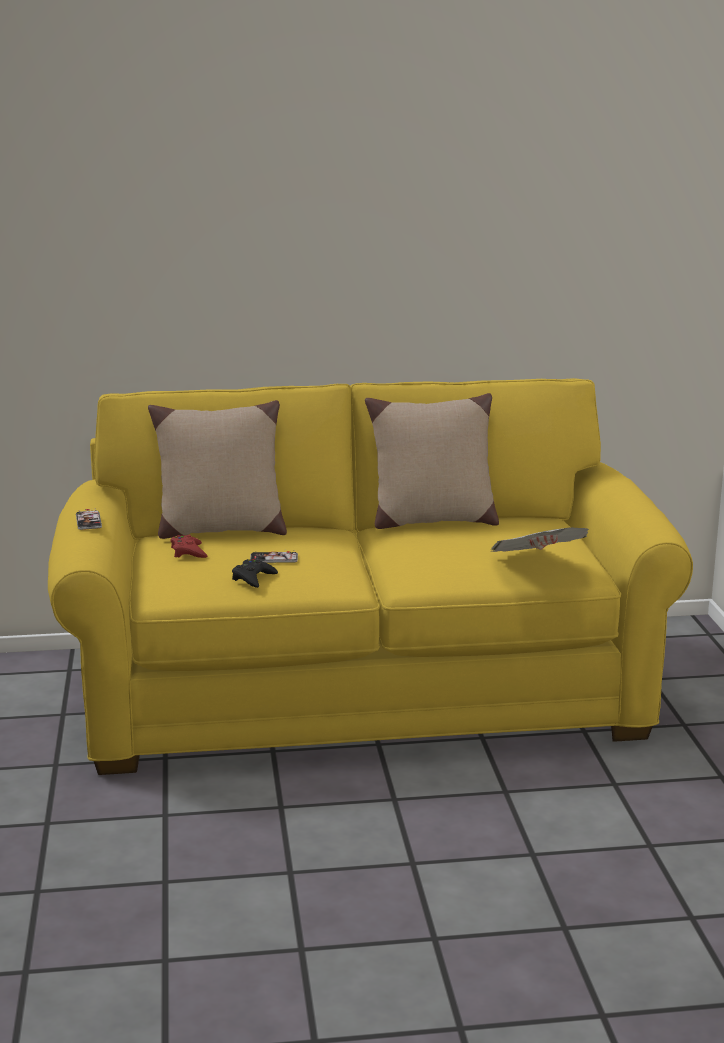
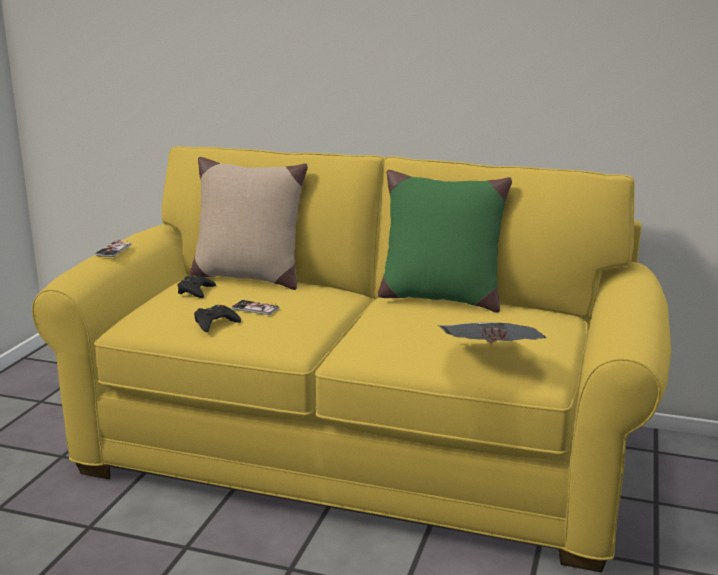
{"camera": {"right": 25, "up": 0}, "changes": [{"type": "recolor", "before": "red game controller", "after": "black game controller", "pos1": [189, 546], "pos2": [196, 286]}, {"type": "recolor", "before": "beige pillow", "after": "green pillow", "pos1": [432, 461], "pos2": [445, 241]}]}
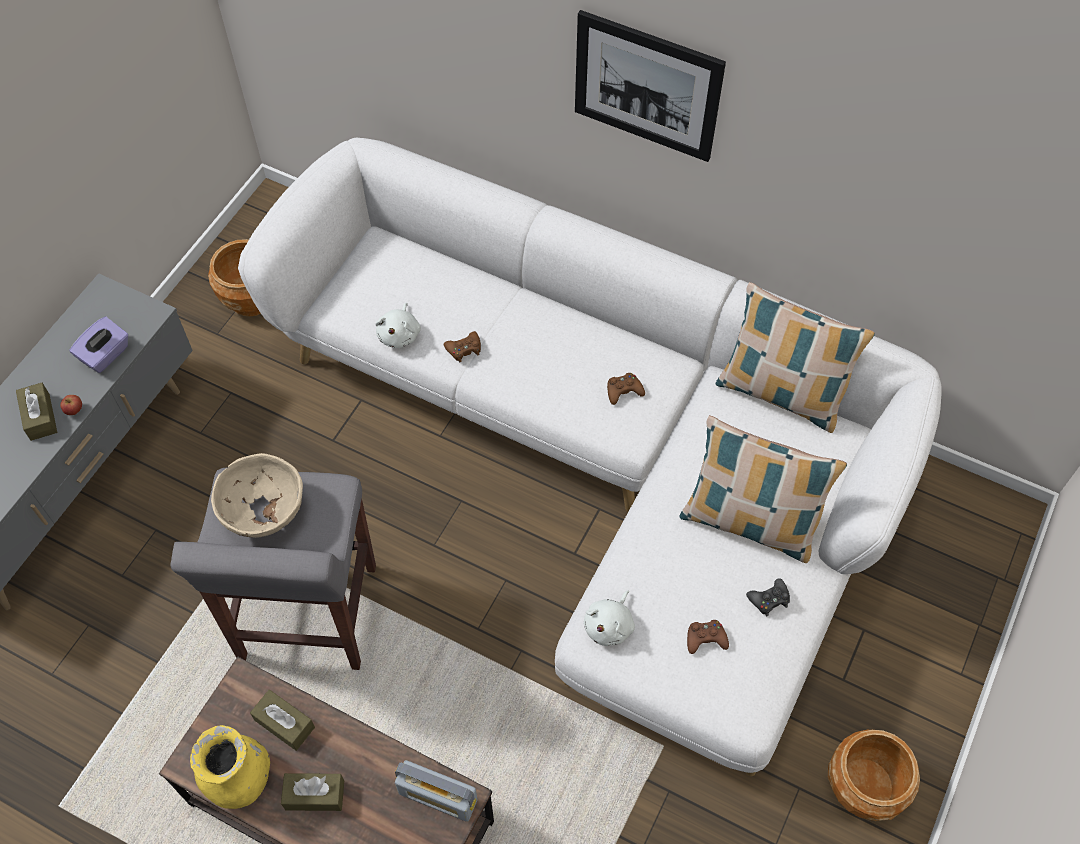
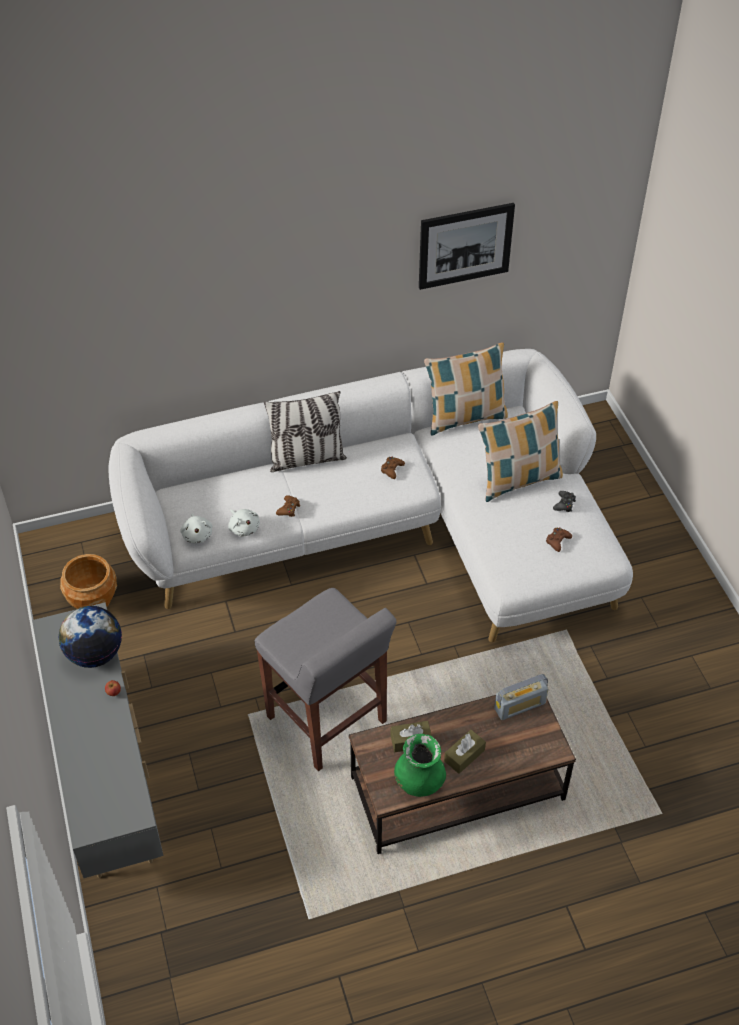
{"camera": {"right": -45, "up": -10}, "changes": [{"type": "replace", "before": "purple tissue box", "after": "globe", "pos1": [99, 344], "pos2": [90, 637]}, {"type": "move", "before": "white plush toy", "pos1": [609, 618], "pos2": [196, 528]}, {"type": "insert", "after": "pillow", "pos2": [305, 431]}, {"type": "recolor", "before": "yellow vase", "after": "green vase", "pos1": [230, 767], "pos2": [420, 765]}, {"type": "move", "before": "picture", "pos1": [650, 86], "pos2": [467, 246]}, {"type": "delete", "before": "brown tissue box", "pos1": [36, 412]}, {"type": "delete", "before": "beige bowl", "pos1": [257, 495]}, {"type": "delete", "before": "brown planter", "pos1": [874, 775]}]}
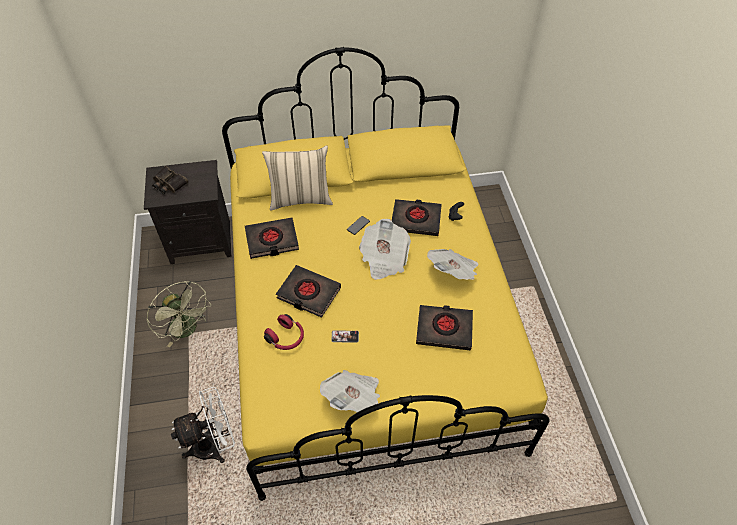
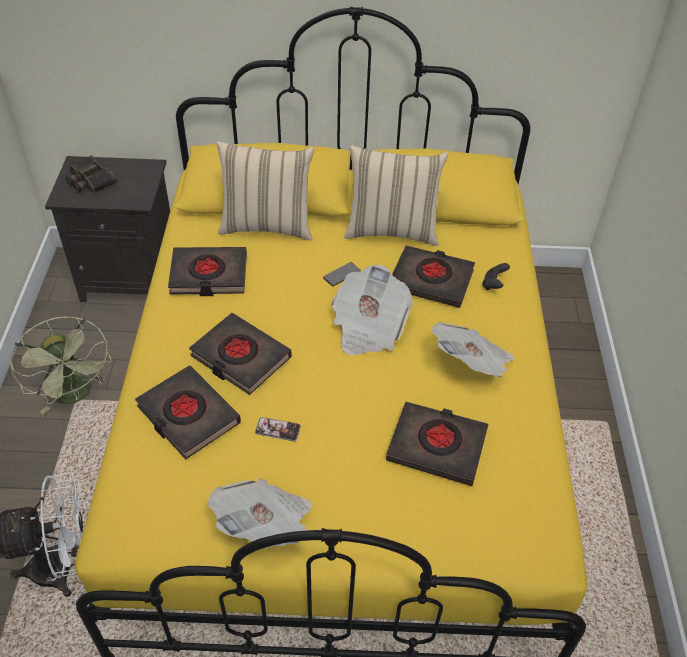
{"camera": {"right": 10, "up": -5}, "changes": [{"type": "replace", "before": "red headphones", "after": "black book", "pos1": [284, 332], "pos2": [188, 412]}, {"type": "insert", "after": "beige pillow", "pos2": [396, 196]}]}
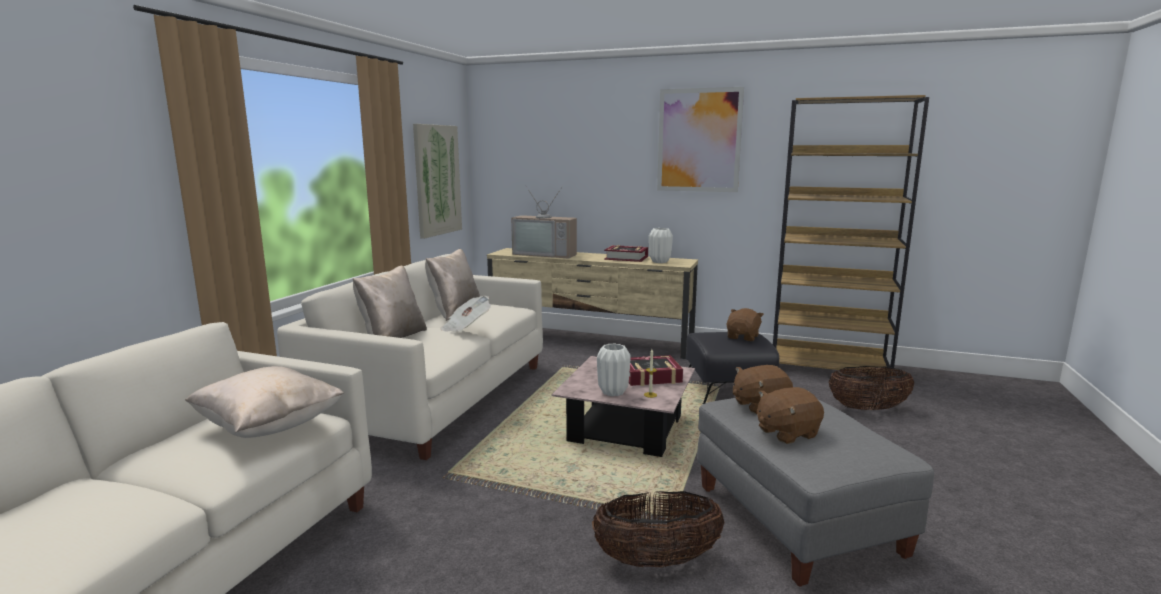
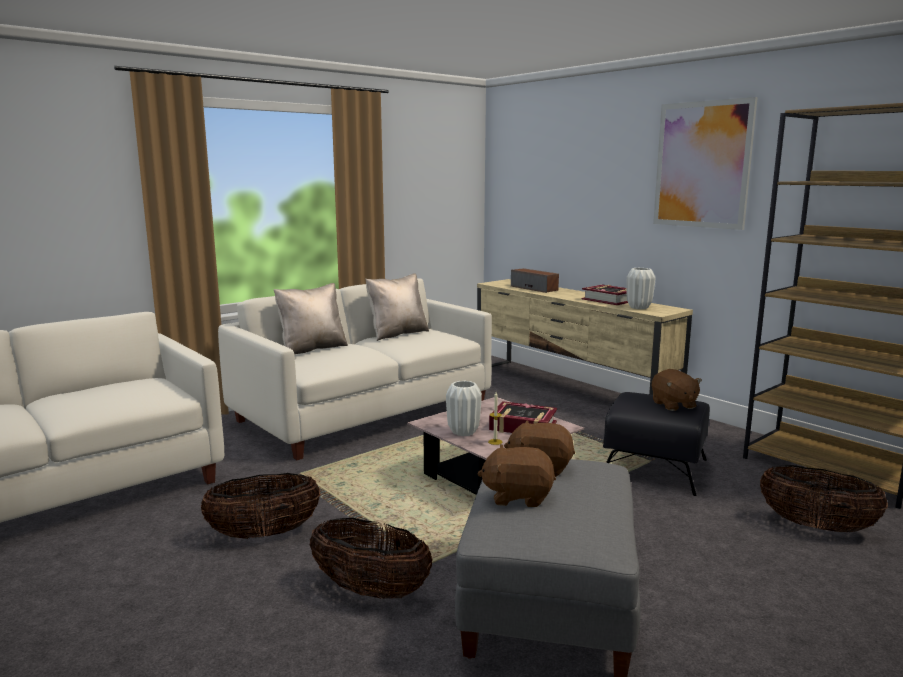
{"camera": {"right": 30, "up": 0}, "changes": [{"type": "insert", "after": "basket", "pos2": [260, 506]}, {"type": "replace", "before": "television", "after": "speaker", "pos1": [544, 221], "pos2": [535, 280]}, {"type": "rotate", "before": "brown plush toy", "pos1": [745, 324], "pos2": [677, 390], "turn": 105}, {"type": "delete", "before": "beige pillow", "pos1": [265, 402]}, {"type": "delete", "before": "picture", "pos1": [437, 181]}, {"type": "delete", "before": "newspaper", "pos1": [465, 314]}]}
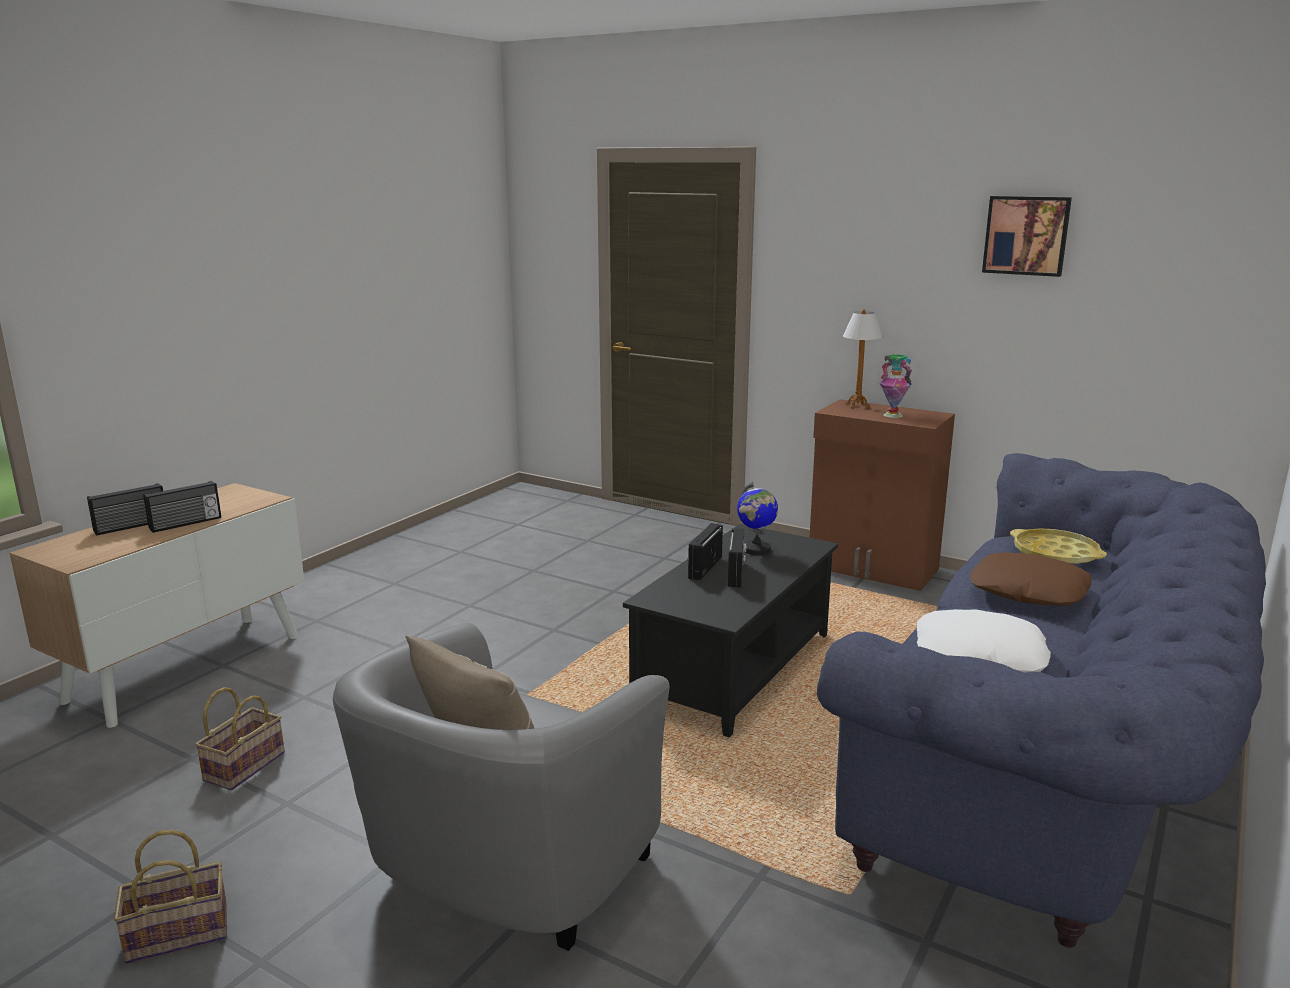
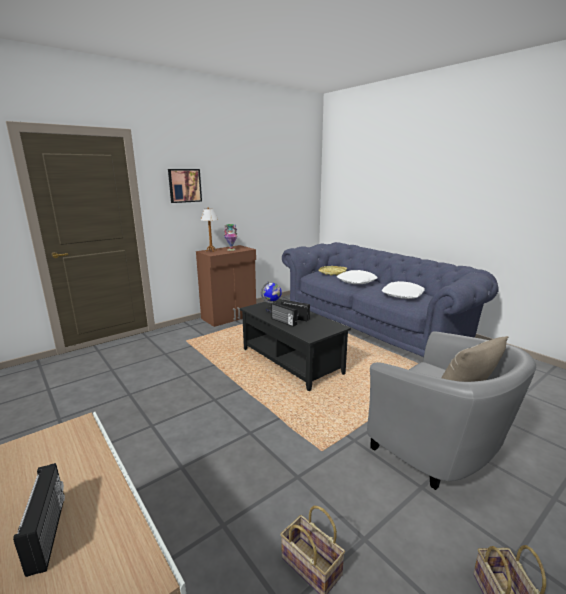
{"camera": {"right": -70, "up": 0}, "changes": [{"type": "move", "before": "picture", "pos1": [1027, 236], "pos2": [185, 186]}, {"type": "recolor", "before": "brown pillow", "after": "white pillow", "pos1": [1031, 579], "pos2": [357, 277]}, {"type": "delete", "before": "radio", "pos1": [182, 507]}]}
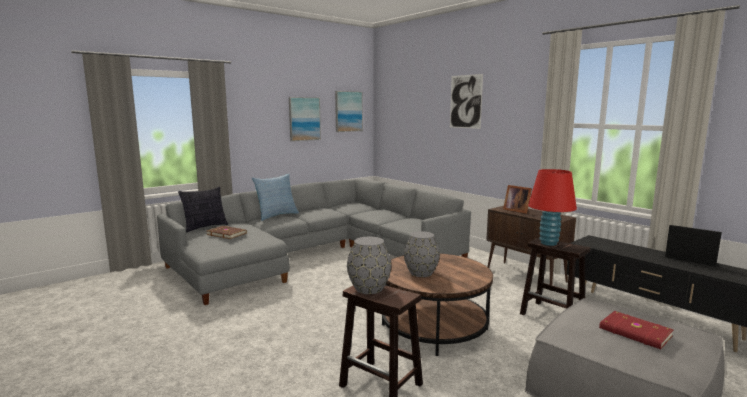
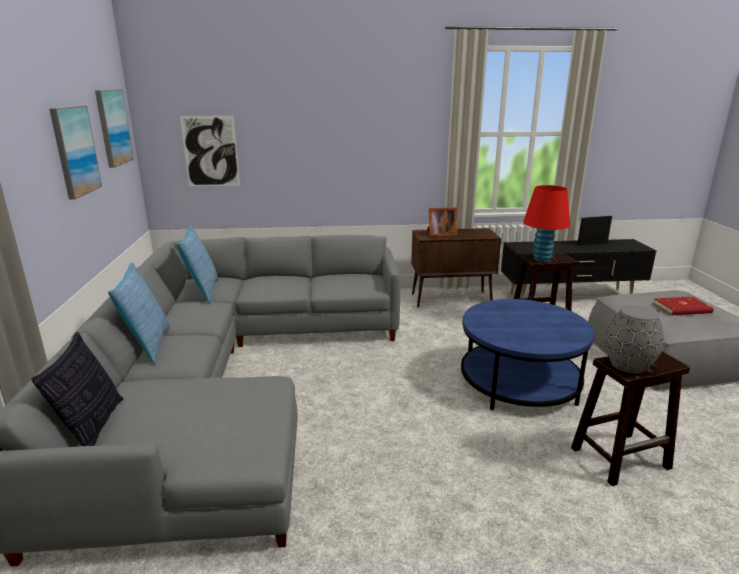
{"camera": {"right": -55, "up": 10}, "changes": [{"type": "insert", "after": "pillow", "pos2": [198, 264]}, {"type": "move", "before": "picture", "pos1": [466, 101], "pos2": [210, 151]}, {"type": "recolor", "before": "brown coffee table", "after": "blue coffee table", "pos1": [437, 304], "pos2": [528, 354]}, {"type": "delete", "before": "brown book", "pos1": [226, 232]}, {"type": "delete", "before": "grey vase", "pos1": [422, 254]}]}
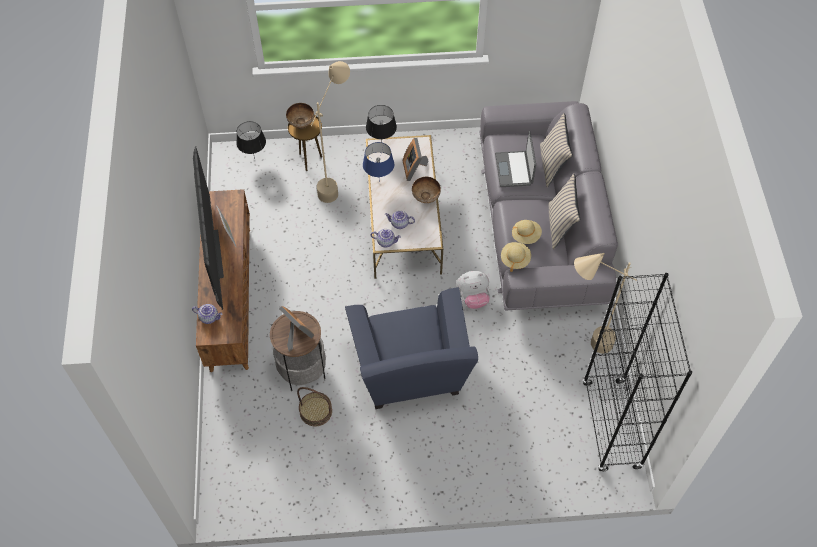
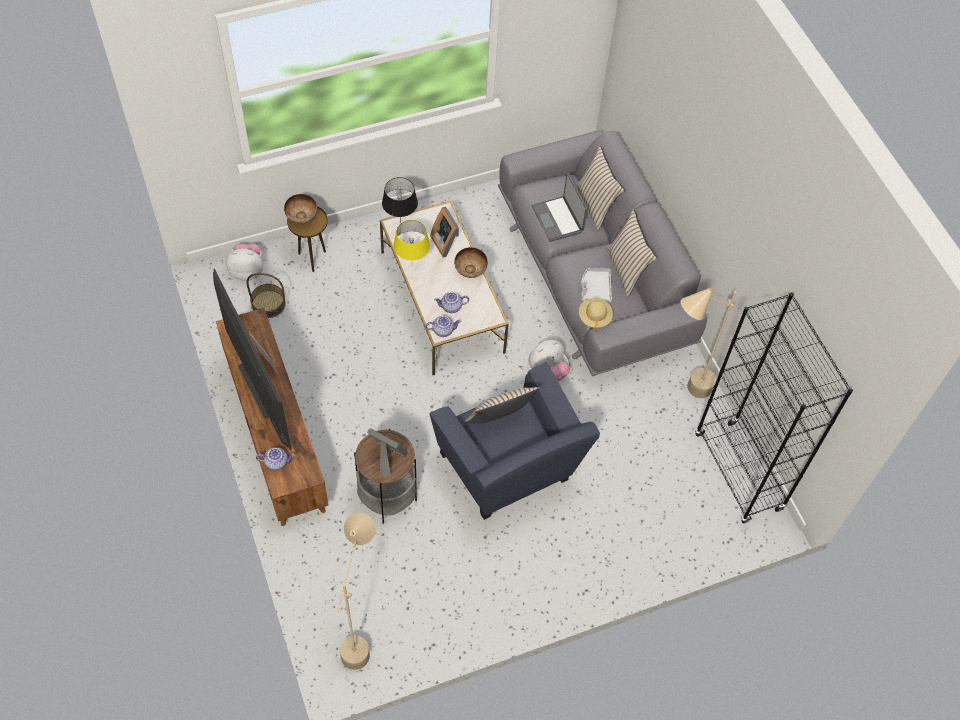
{"camera": {"right": -20, "up": 0}, "changes": [{"type": "replace", "before": "black table lamp", "after": "plush toy", "pos1": [251, 140], "pos2": [244, 262]}, {"type": "move", "before": "basket", "pos1": [314, 406], "pos2": [266, 295]}, {"type": "move", "before": "beige floor lamp", "pos1": [330, 132], "pos2": [356, 591]}, {"type": "recolor", "before": "blue table lamp", "after": "yellow table lamp", "pos1": [378, 159], "pos2": [411, 240]}, {"type": "insert", "after": "beige pillow", "pos2": [502, 405]}, {"type": "replace", "before": "beige hat", "after": "grey tray", "pos1": [527, 232], "pos2": [596, 285]}]}
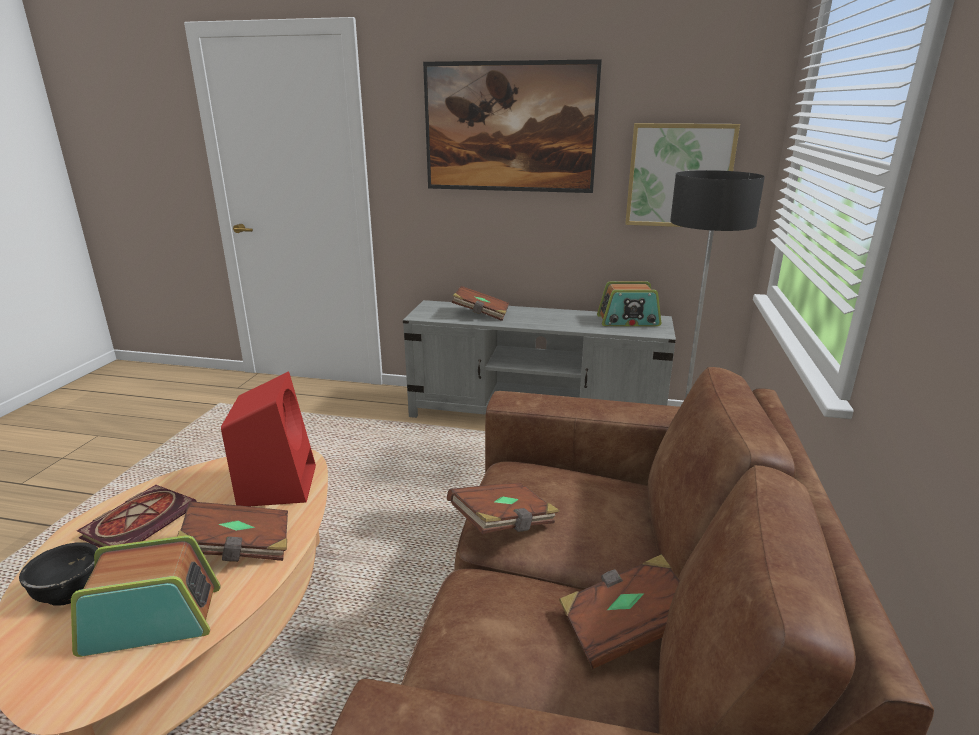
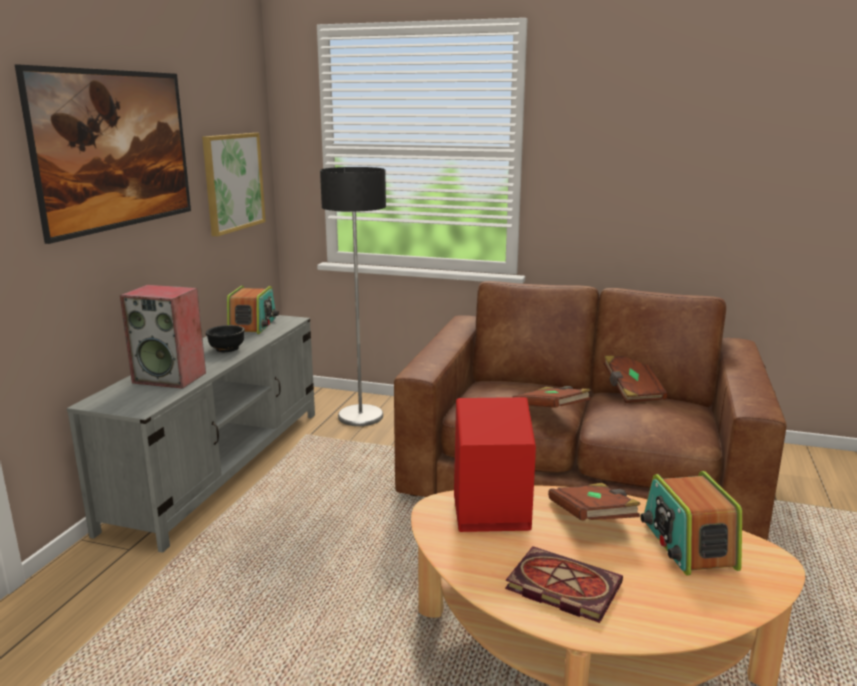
{"camera": {"right": -85, "up": -5}, "changes": [{"type": "replace", "before": "brown book", "after": "speaker", "pos1": [480, 303], "pos2": [163, 337]}, {"type": "move", "before": "black bowl", "pos1": [58, 574], "pos2": [225, 338]}]}
